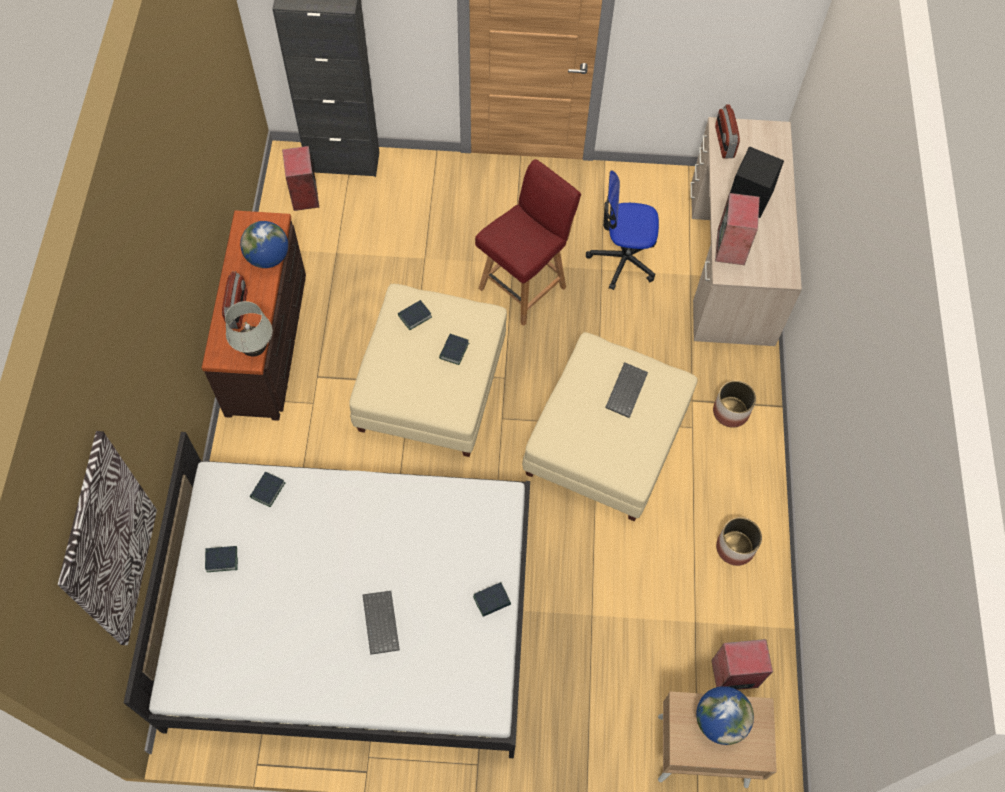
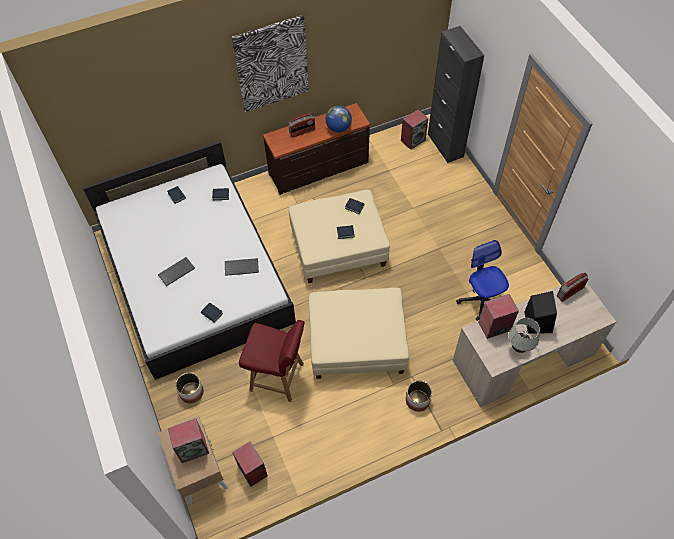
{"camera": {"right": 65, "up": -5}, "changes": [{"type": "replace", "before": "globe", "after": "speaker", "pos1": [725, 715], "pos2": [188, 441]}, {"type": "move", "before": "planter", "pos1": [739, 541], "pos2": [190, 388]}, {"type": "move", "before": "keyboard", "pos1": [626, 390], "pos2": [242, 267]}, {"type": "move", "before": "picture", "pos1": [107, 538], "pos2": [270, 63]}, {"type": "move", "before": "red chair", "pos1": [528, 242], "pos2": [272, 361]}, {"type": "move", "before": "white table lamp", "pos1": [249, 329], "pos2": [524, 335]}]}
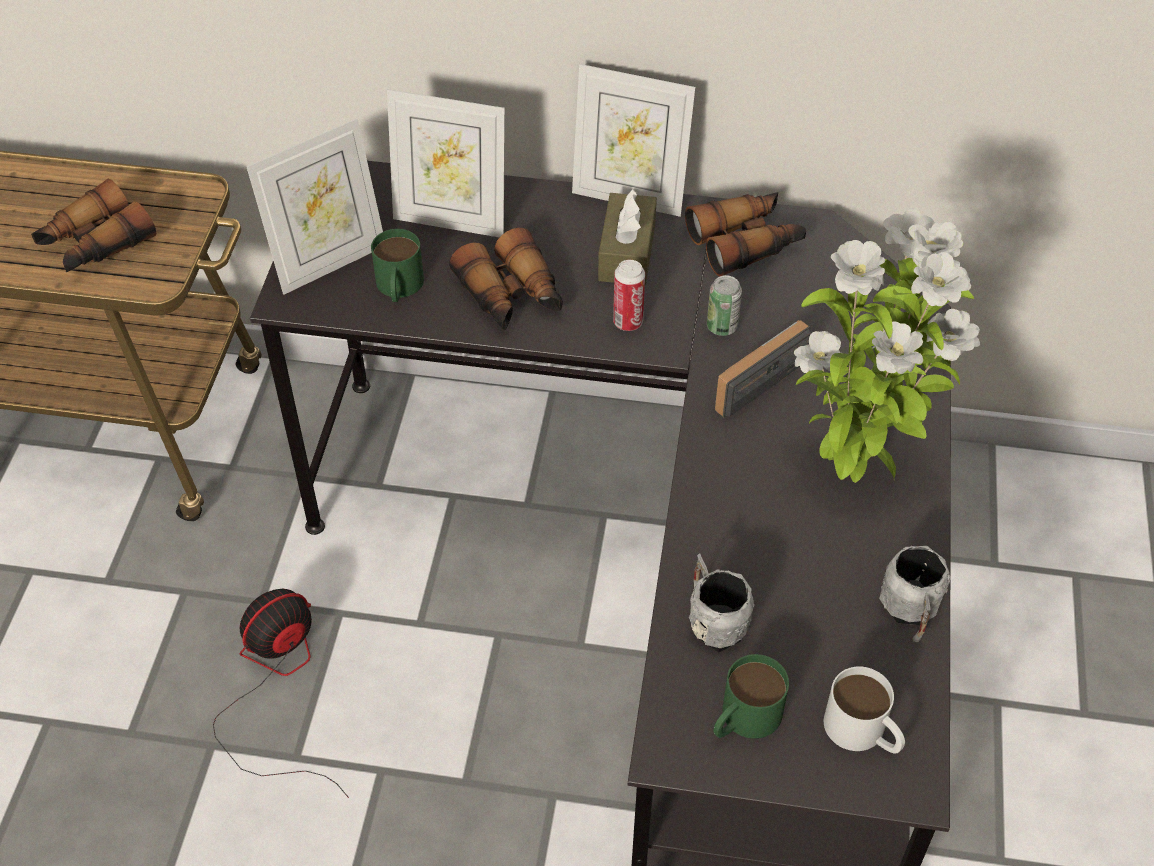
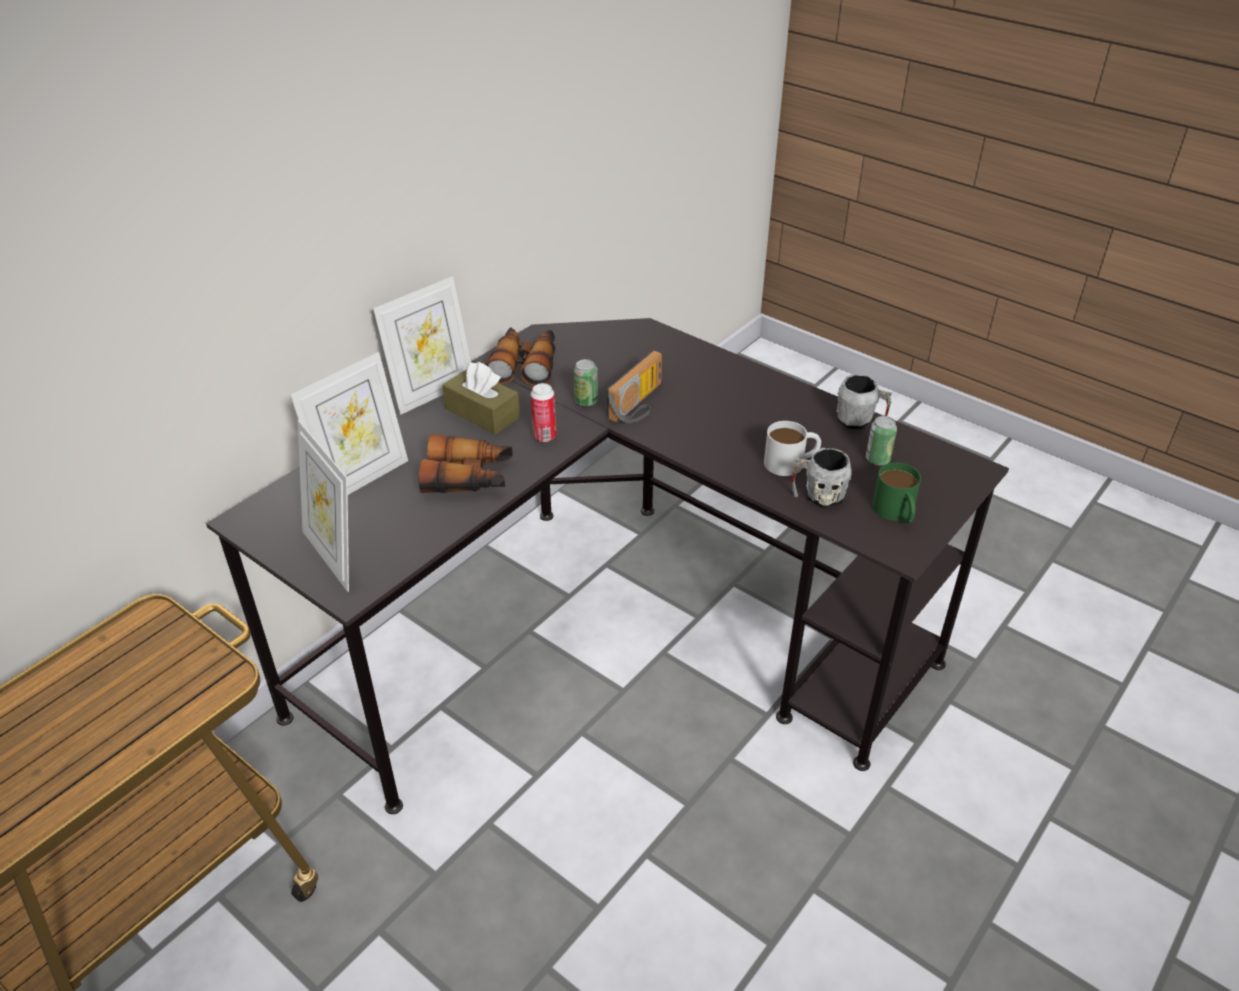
{"camera": {"right": -60, "up": -10}, "changes": [{"type": "rotate", "before": "picture frame", "pos1": [315, 206], "pos2": [323, 506], "turn": 150}, {"type": "rotate", "before": "radio", "pos1": [763, 369], "pos2": [634, 386], "turn": -135}, {"type": "move", "before": "white mug", "pos1": [864, 710], "pos2": [792, 448]}, {"type": "insert", "after": "can", "pos2": [881, 440]}, {"type": "delete", "before": "binoculars", "pos1": [93, 226]}, {"type": "delete", "before": "fan", "pos1": [281, 693]}, {"type": "delete", "before": "green mug", "pos1": [397, 265]}, {"type": "delete", "before": "potted plant", "pos1": [887, 345]}]}
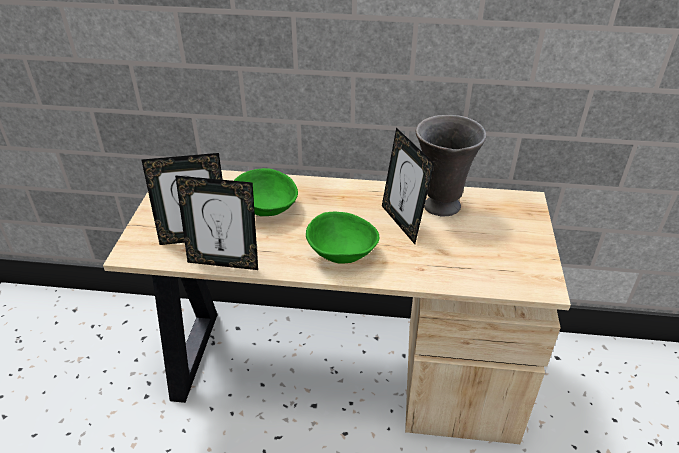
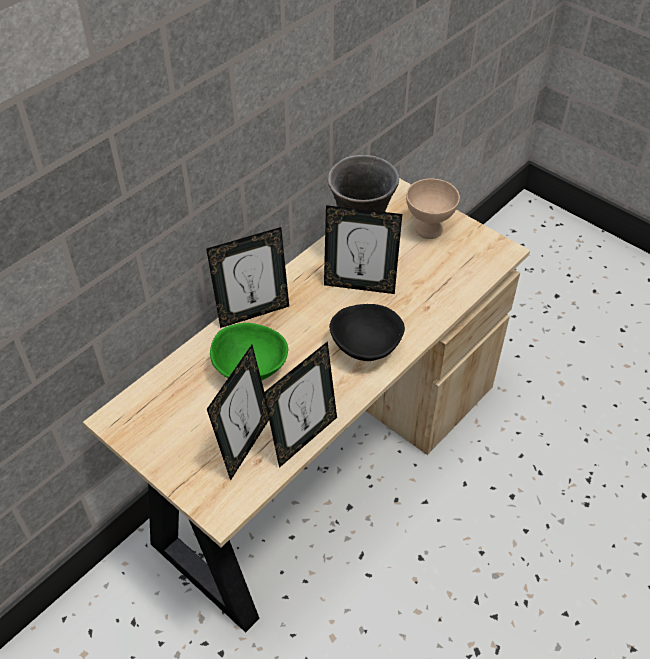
{"camera": {"right": -55, "up": 10}, "changes": [{"type": "insert", "after": "picture frame", "pos2": [247, 277]}, {"type": "recolor", "before": "green bowl", "after": "black bowl", "pos1": [342, 238], "pos2": [367, 332]}, {"type": "insert", "after": "beige bowl", "pos2": [433, 209]}]}
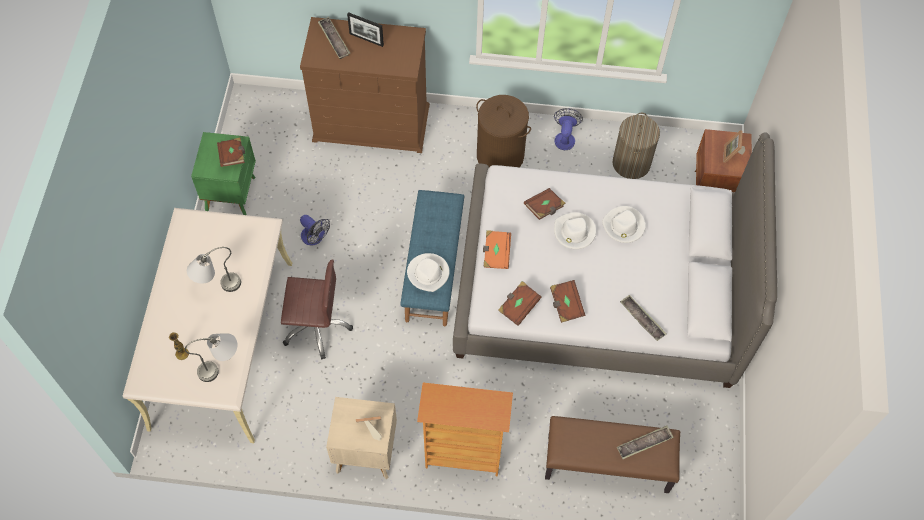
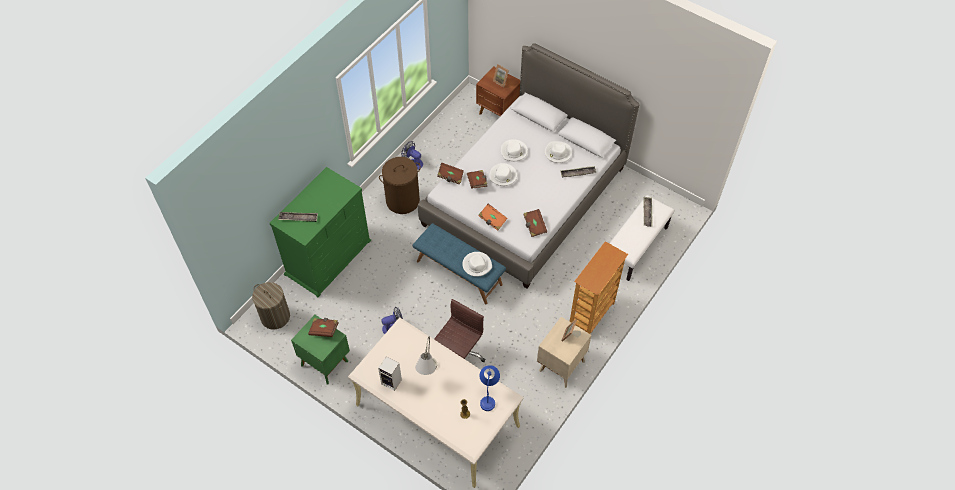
{"camera": {"right": -60, "up": -5}, "changes": [{"type": "move", "before": "laundry basket", "pos1": [636, 145], "pos2": [271, 306]}, {"type": "recolor", "before": "brown dresser", "after": "green dresser", "pos1": [365, 85], "pos2": [320, 232]}, {"type": "insert", "after": "speaker", "pos2": [390, 374]}, {"type": "move", "before": "brown book", "pos1": [568, 301], "pos2": [450, 173]}, {"type": "recolor", "before": "grey table lamp", "after": "blue table lamp", "pos1": [211, 357], "pos2": [489, 388]}, {"type": "insert", "after": "white hat", "pos2": [558, 152]}, {"type": "recolor", "before": "brown bench", "after": "white bench", "pos1": [612, 454], "pos2": [641, 238]}, {"type": "delete", "before": "picture frame", "pos1": [365, 29]}]}
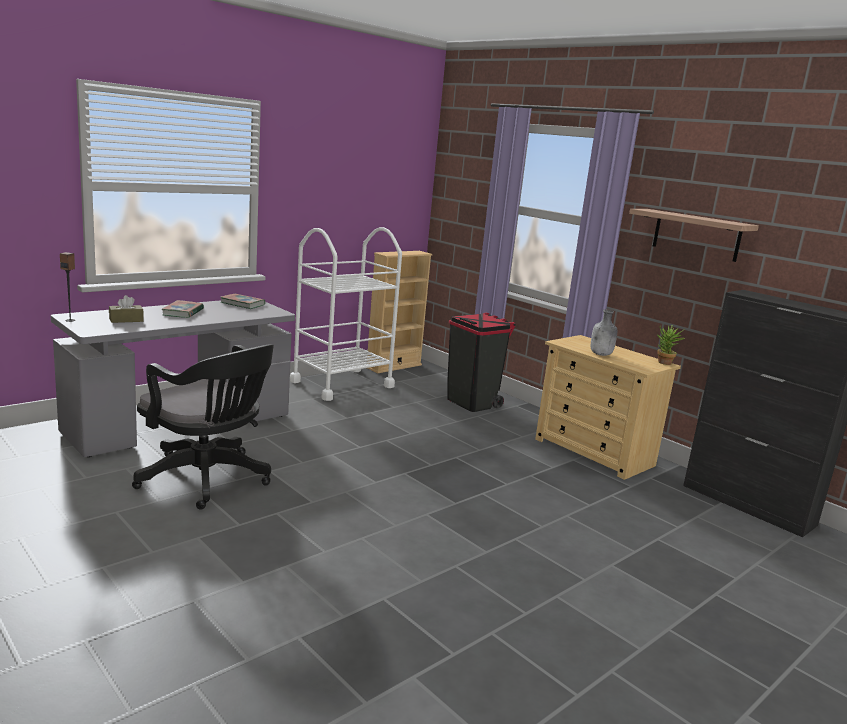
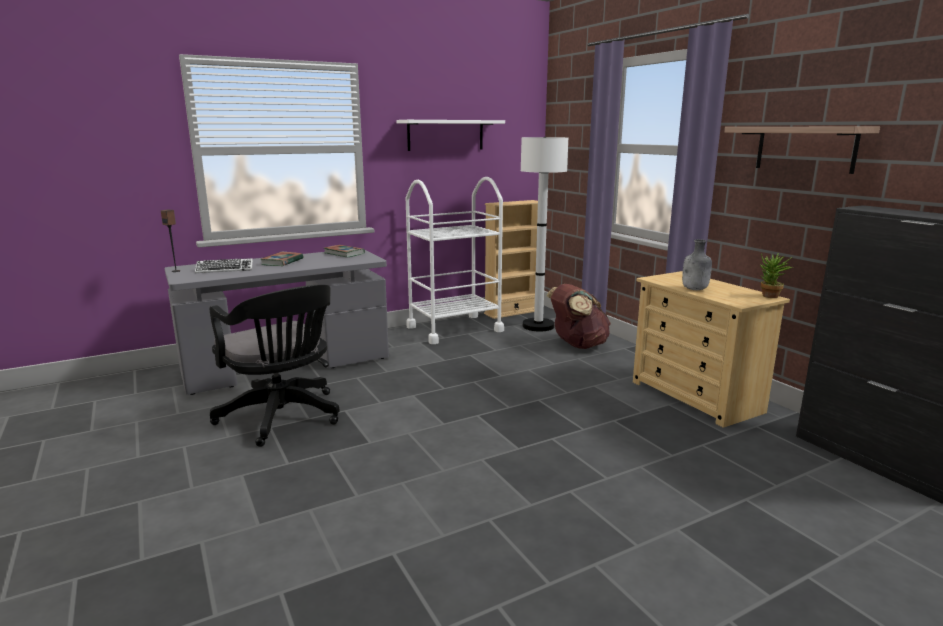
{"camera": {"right": 15, "up": 0}, "changes": [{"type": "replace", "before": "brown tissue box", "after": "keyboard", "pos1": [126, 309], "pos2": [224, 265]}, {"type": "insert", "after": "white shelf", "pos2": [451, 135]}, {"type": "insert", "after": "white floor lamp", "pos2": [544, 234]}, {"type": "replace", "before": "black trash can", "after": "brown backpack", "pos1": [481, 362], "pos2": [578, 316]}]}
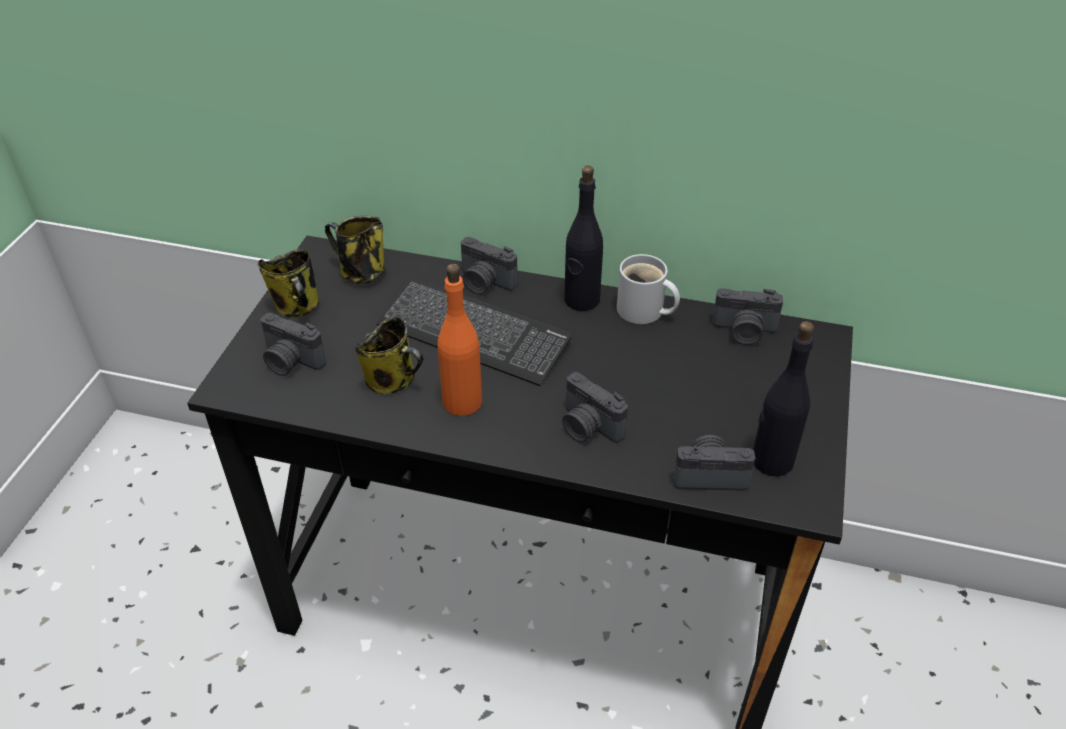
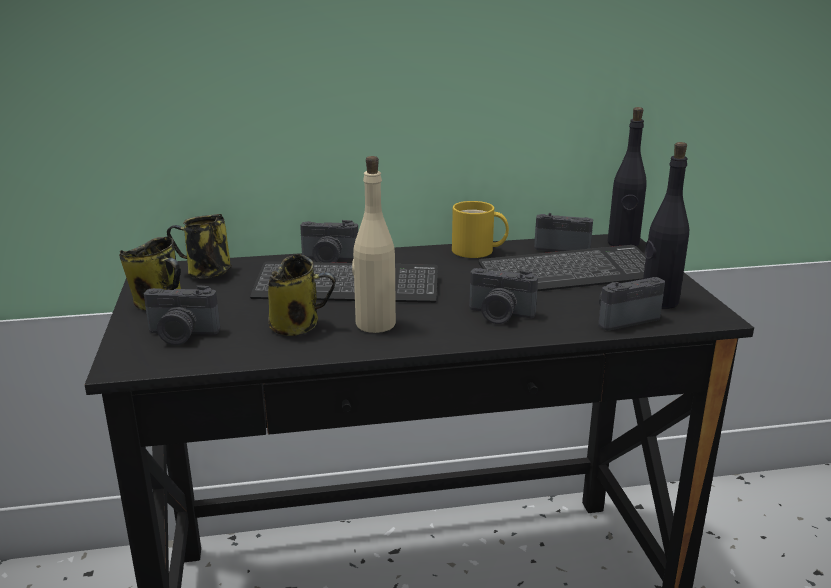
{"camera": {"right": -25, "up": -20}, "changes": [{"type": "recolor", "before": "orange bottle", "after": "beige bottle", "pos1": [459, 340], "pos2": [374, 244]}, {"type": "recolor", "before": "white mug", "after": "yellow mug", "pos1": [648, 289], "pos2": [480, 229]}, {"type": "insert", "after": "keyboard", "pos2": [562, 268]}, {"type": "rotate", "before": "photo camera", "pos1": [747, 316], "pos2": [563, 232], "turn": -150}, {"type": "move", "before": "black bottle", "pos1": [583, 238], "pos2": [627, 177]}]}
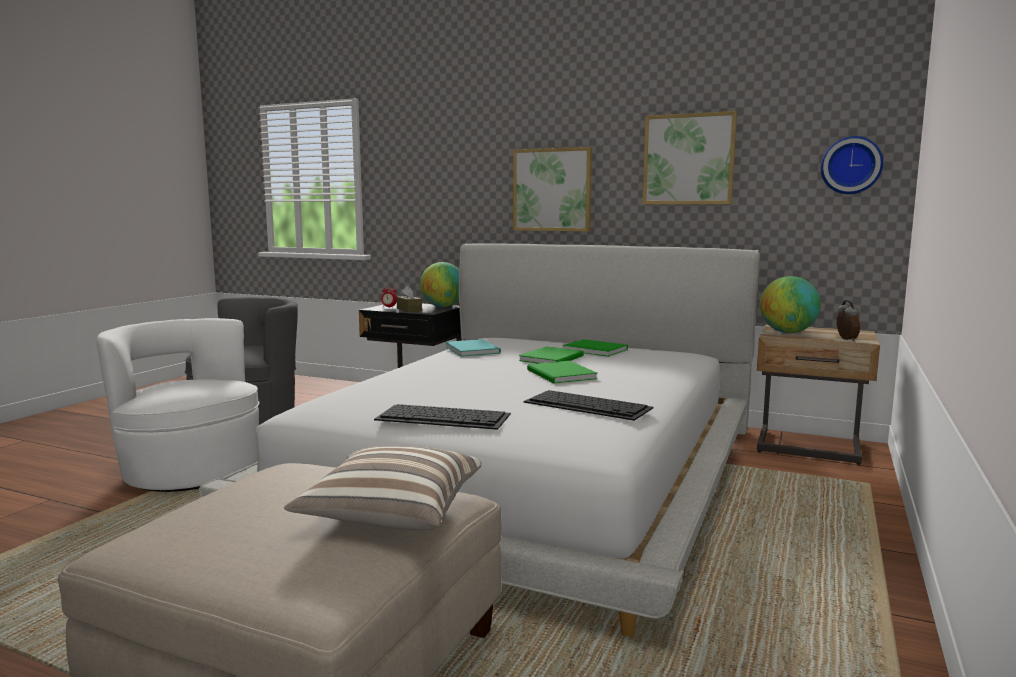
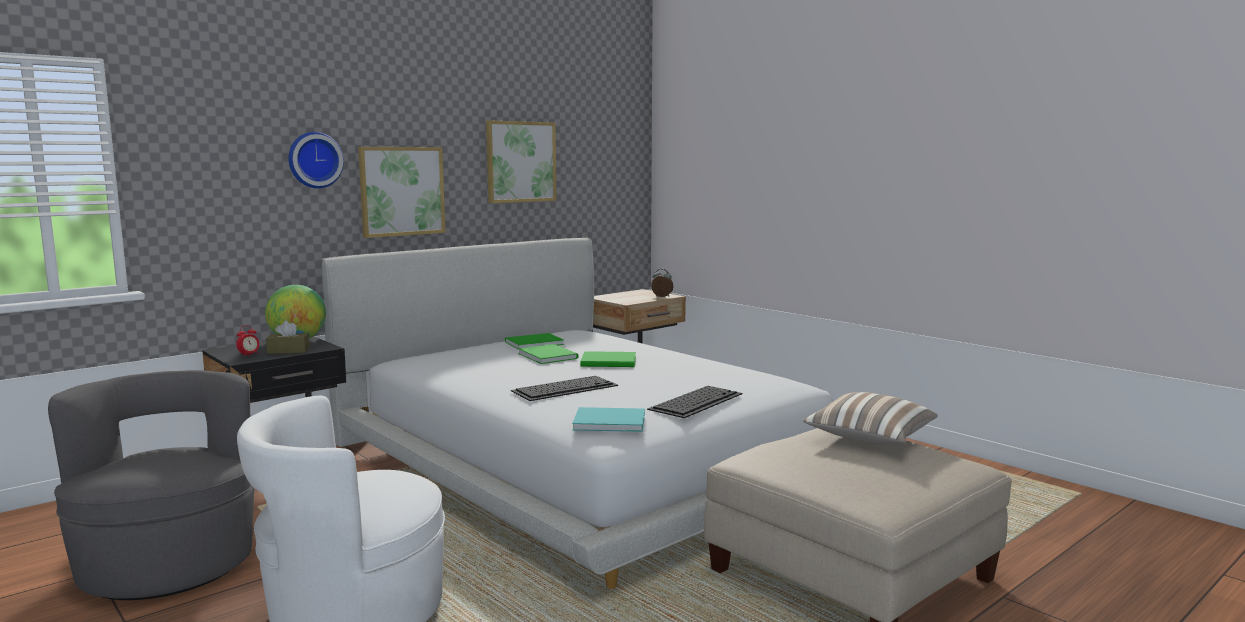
{"camera": {"right": -65, "up": 0}, "changes": [{"type": "move", "before": "wall clock", "pos1": [852, 165], "pos2": [316, 160]}, {"type": "move", "before": "keyboard", "pos1": [588, 405], "pos2": [564, 388]}, {"type": "move", "before": "turquoise book", "pos1": [473, 348], "pos2": [608, 419]}, {"type": "delete", "before": "globe", "pos1": [790, 304]}]}
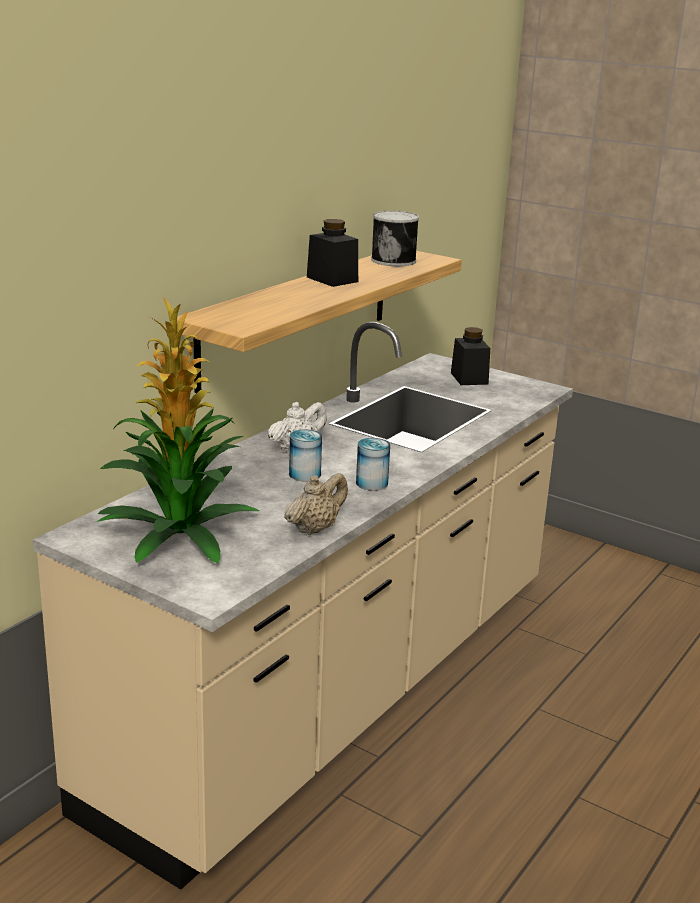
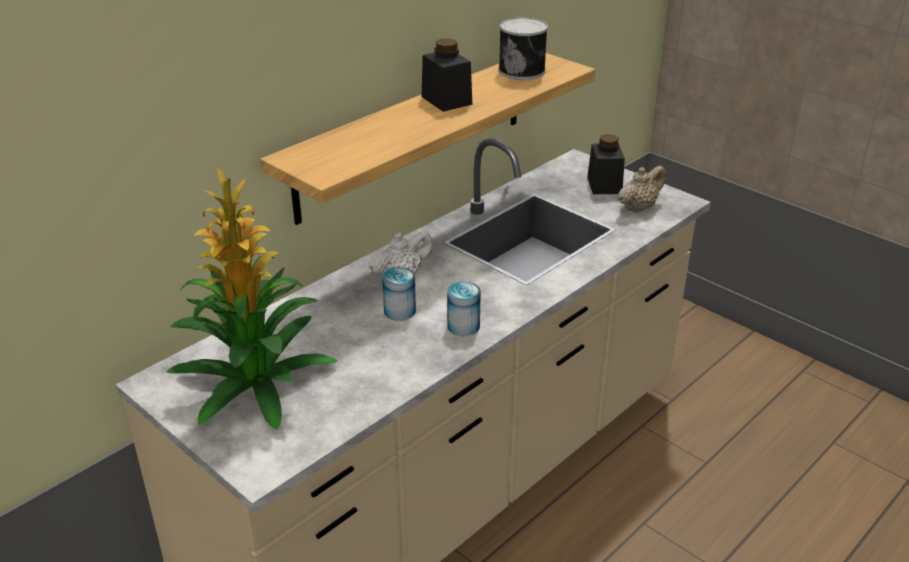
{"camera": {"right": 10, "up": 10}, "changes": [{"type": "move", "before": "beige teapot", "pos1": [316, 504], "pos2": [642, 189]}]}
